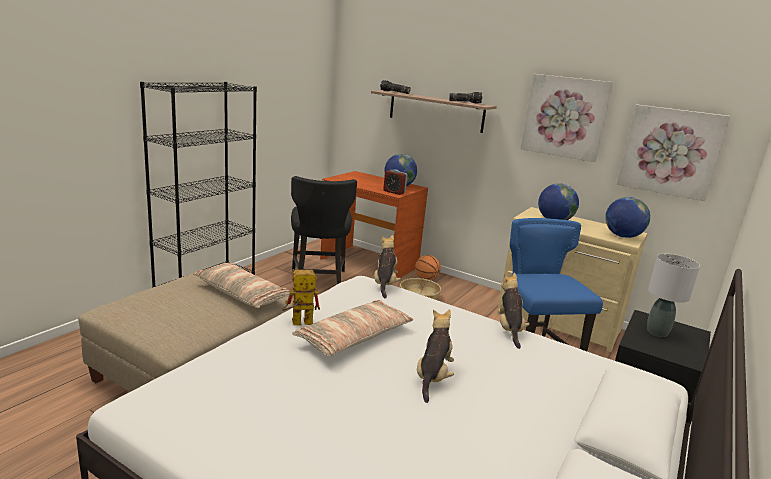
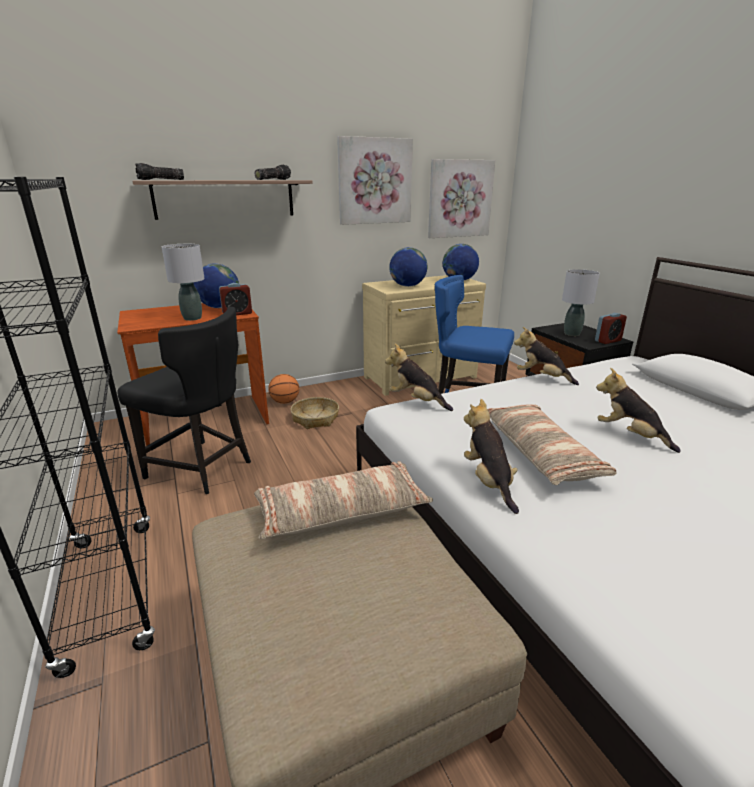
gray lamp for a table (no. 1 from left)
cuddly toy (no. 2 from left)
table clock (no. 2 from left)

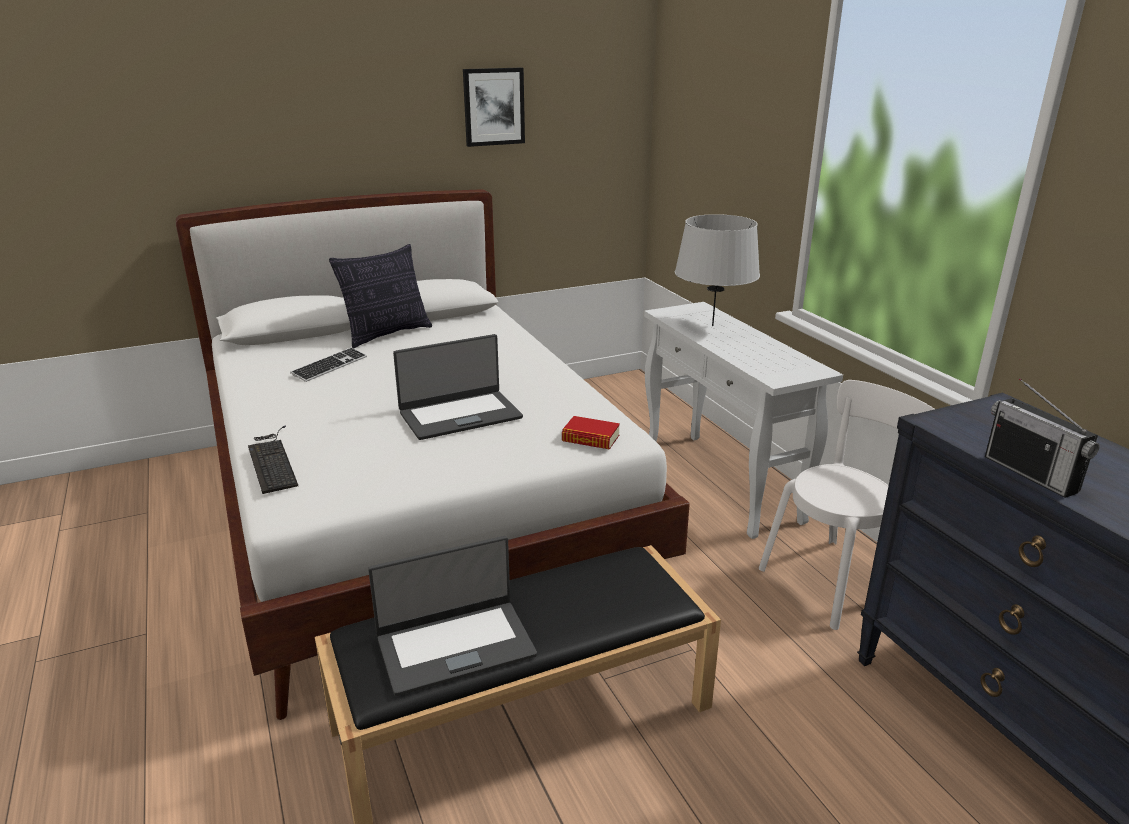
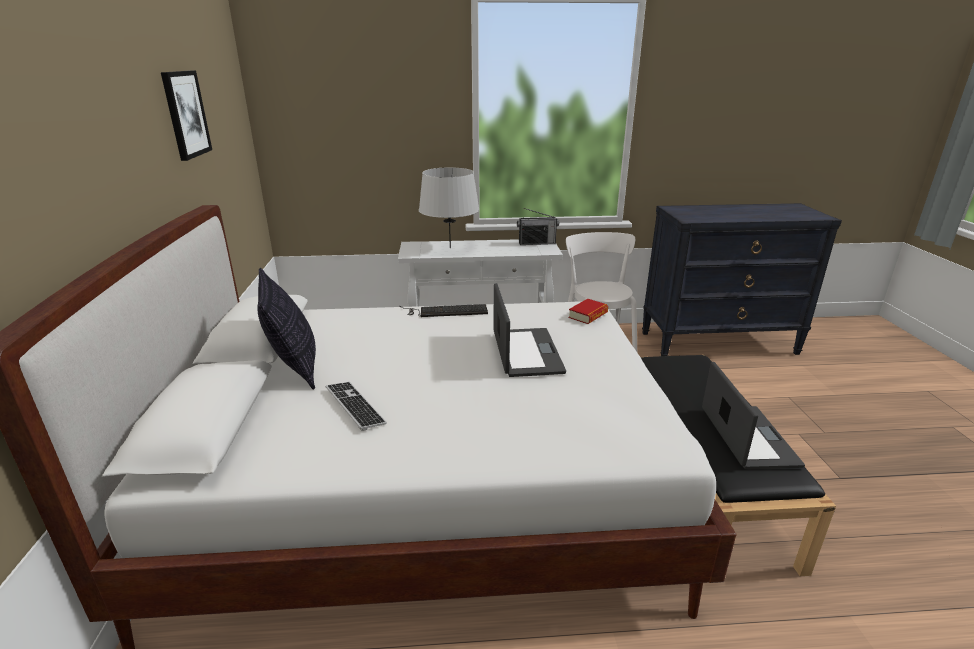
PC keyboard (no. 2 from left)
radio

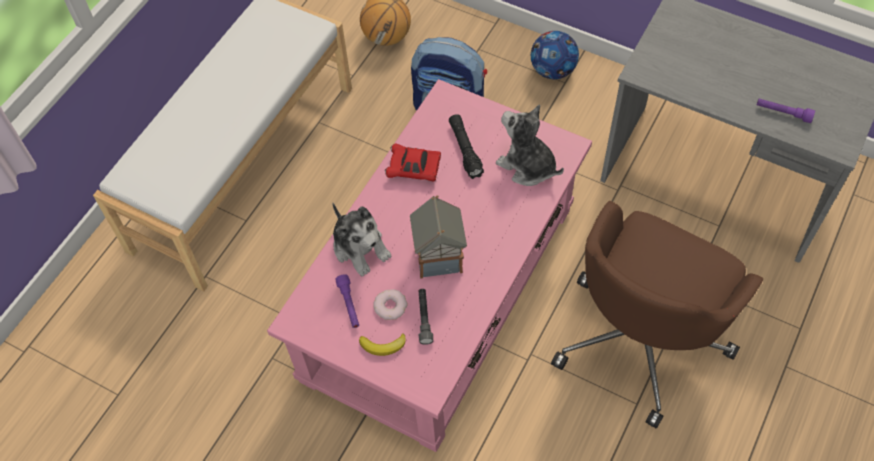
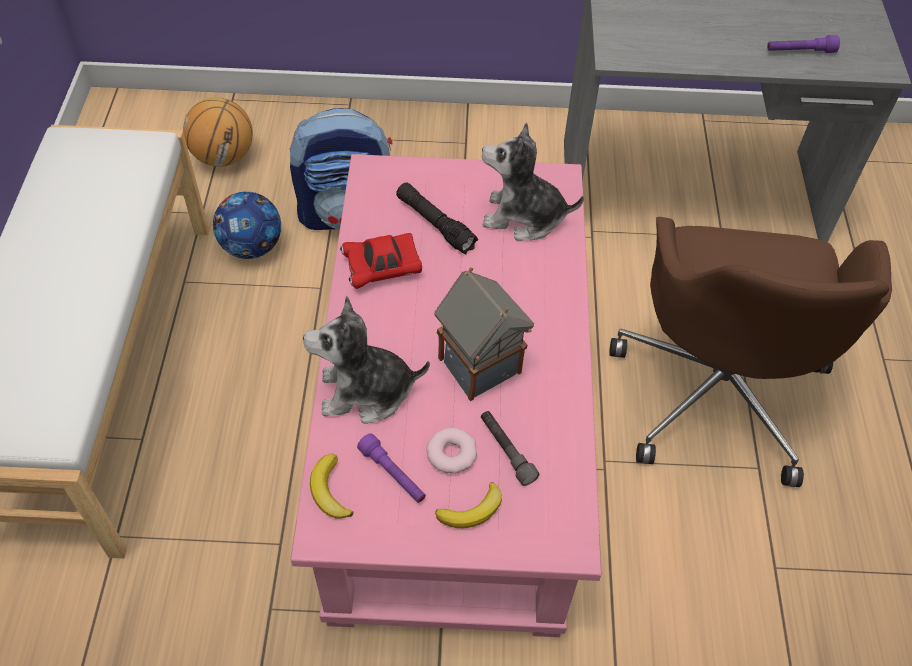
football ball
cuddly toy (no. 1 from left)
banana (no. 1 from left)

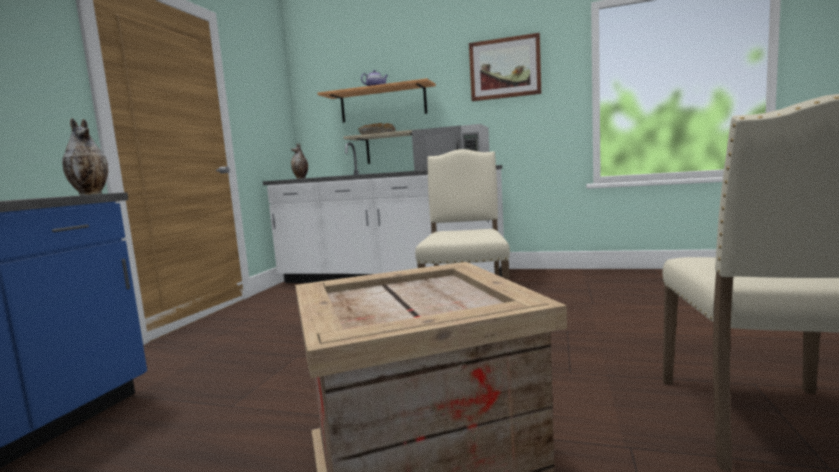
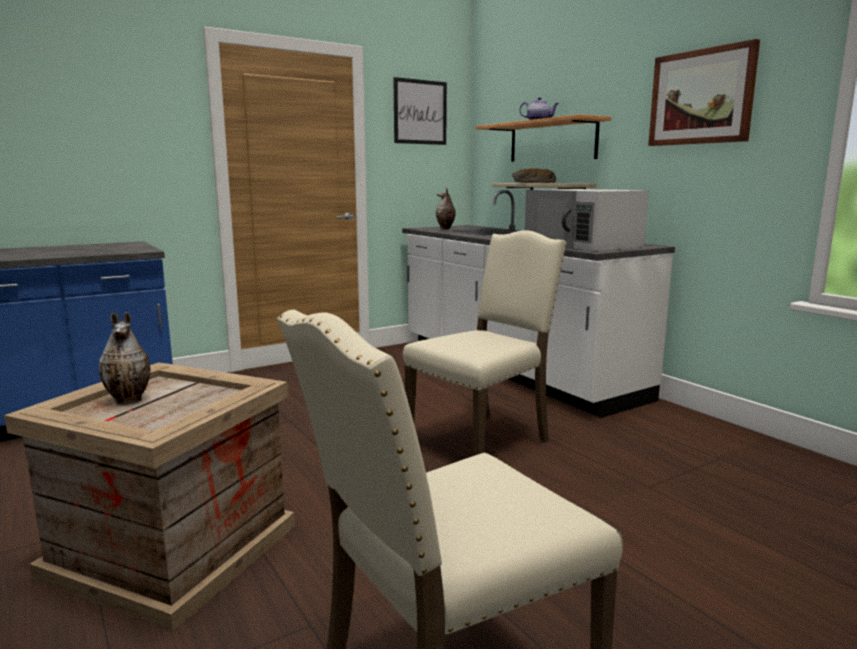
decorative vase (no. 1 from left)
wall art (no. 1 from left)

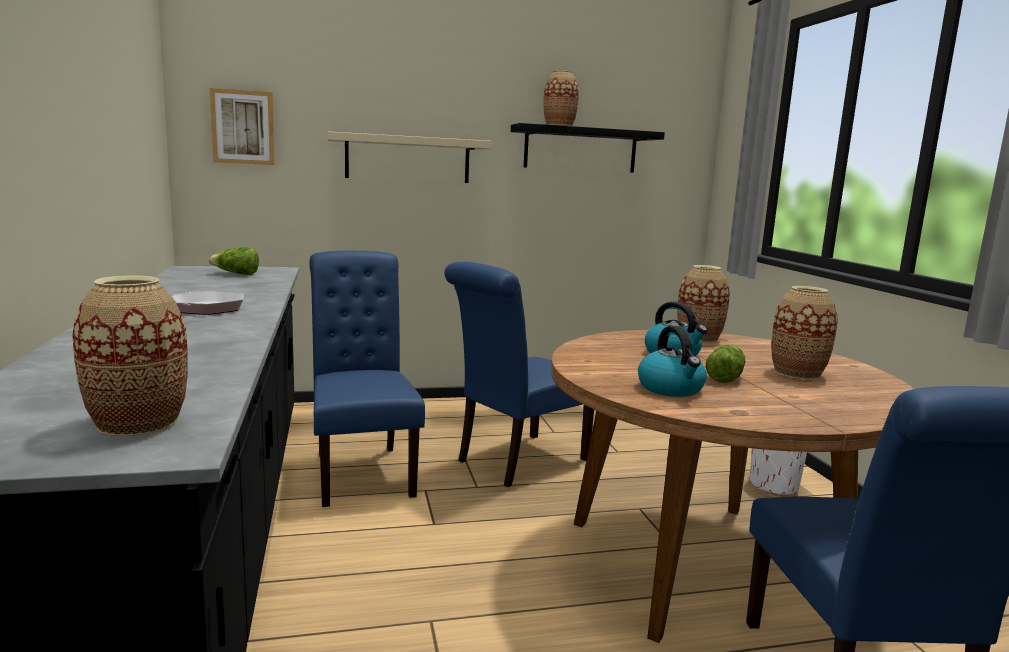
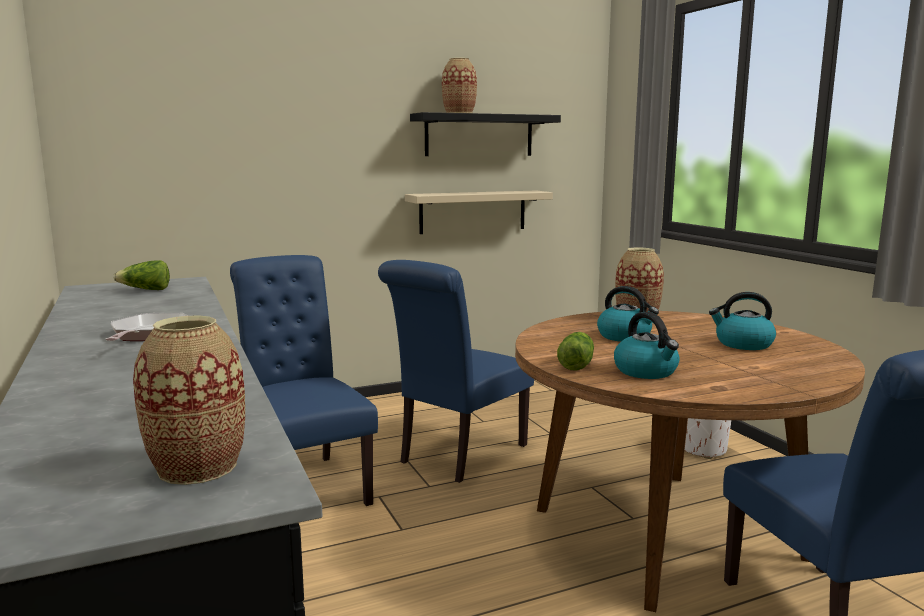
beige-coloured shelf
lettuce (no. 2 from left)
kettle (no. 3 from left)
wall art

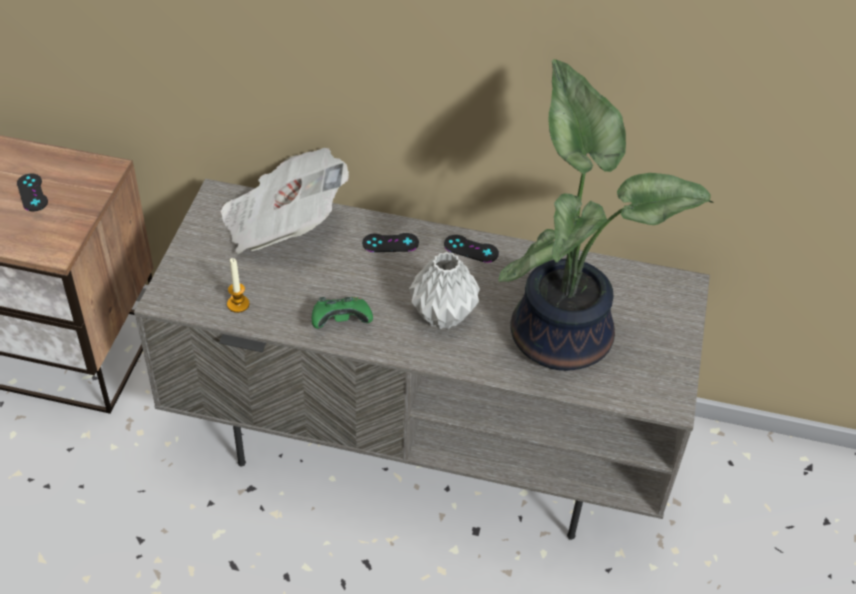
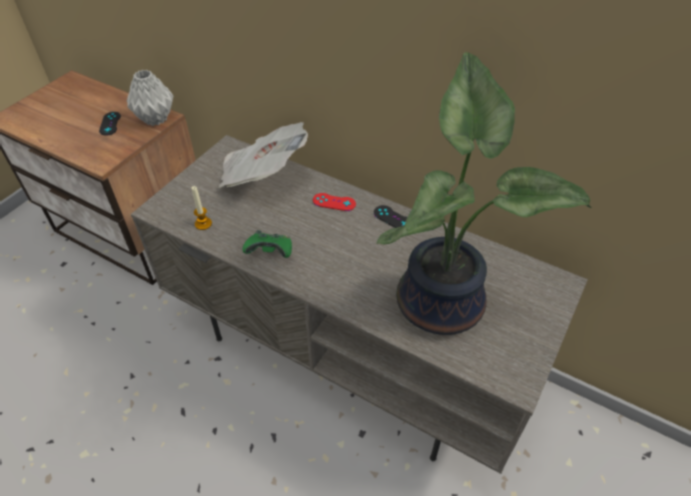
gray decorative vase
reddish game controller

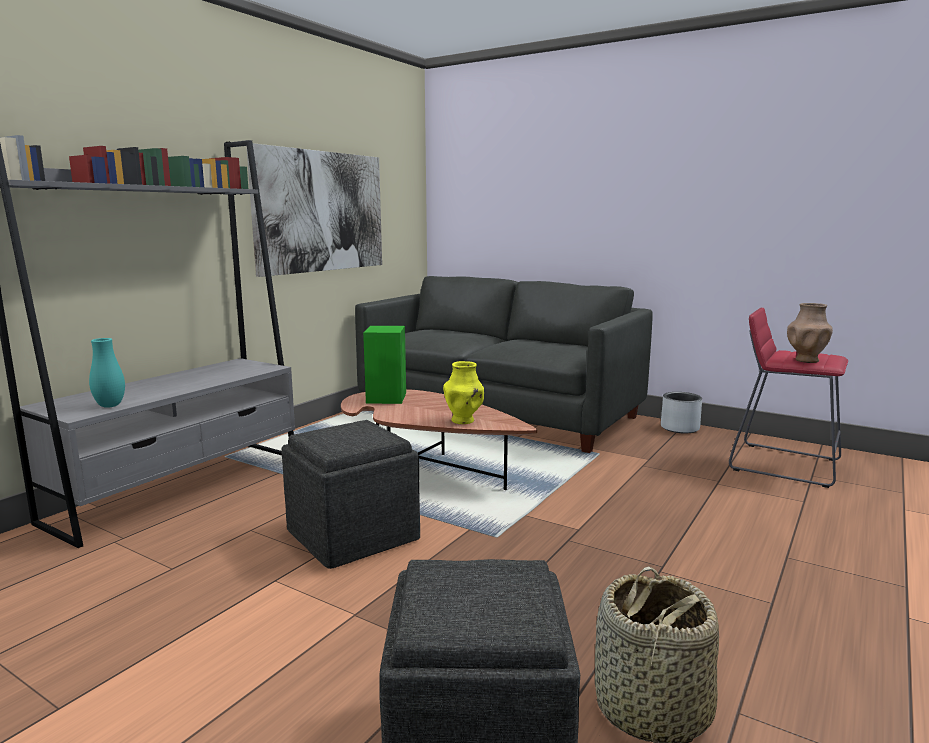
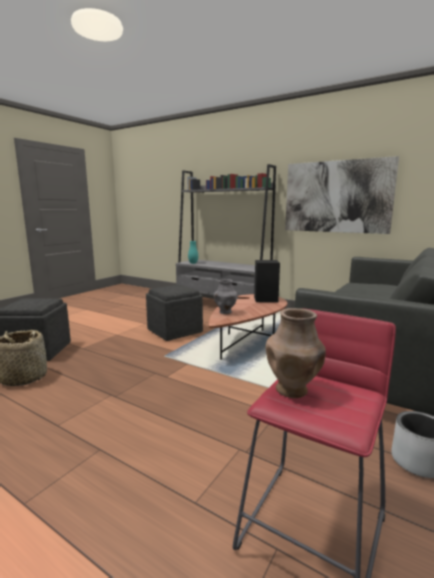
gray decorative vase
black-coloured loudspeaker

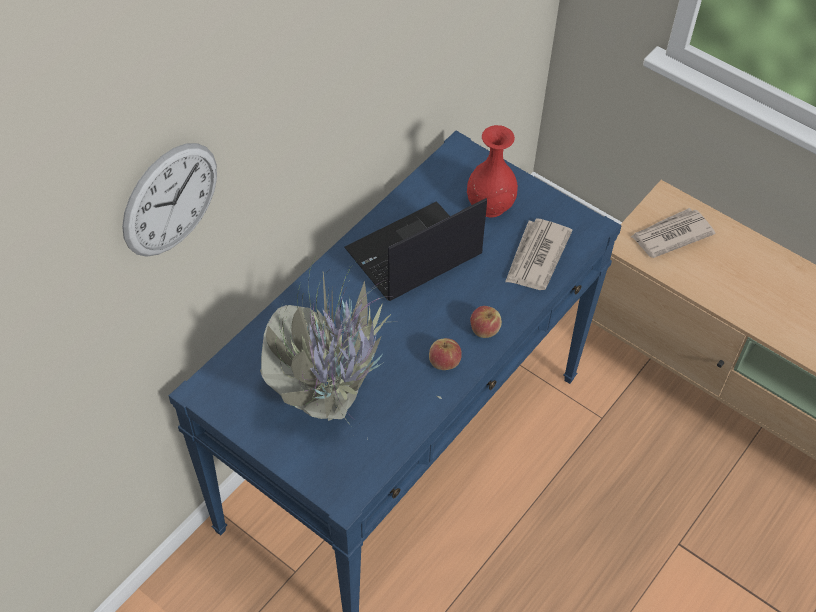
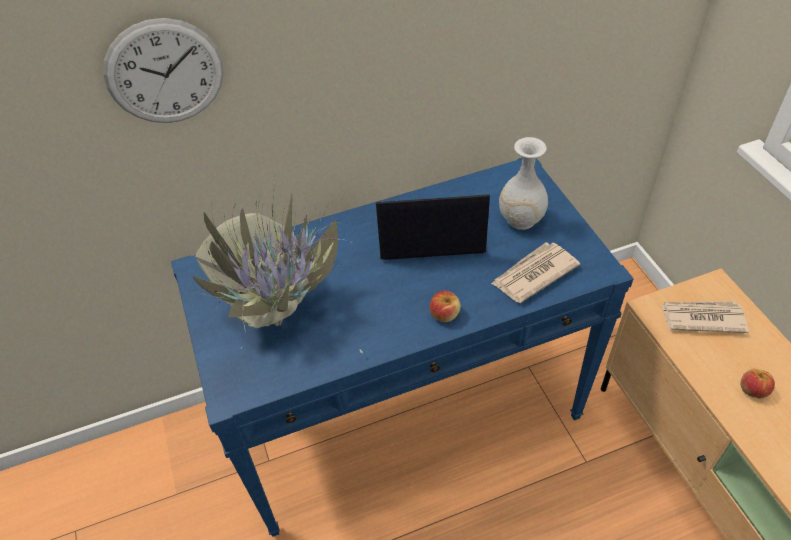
white-coloured decorative vase
whole apple (no. 2 from left)

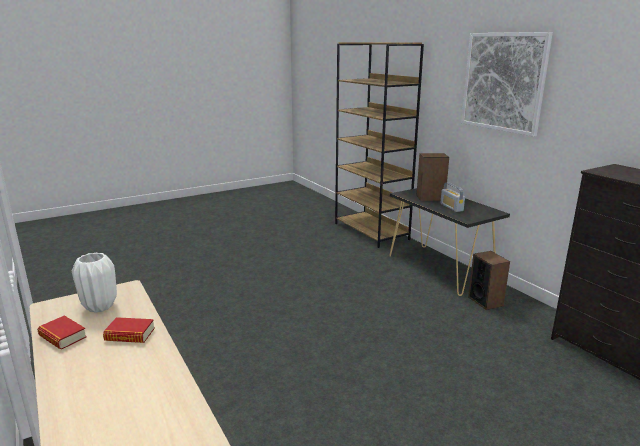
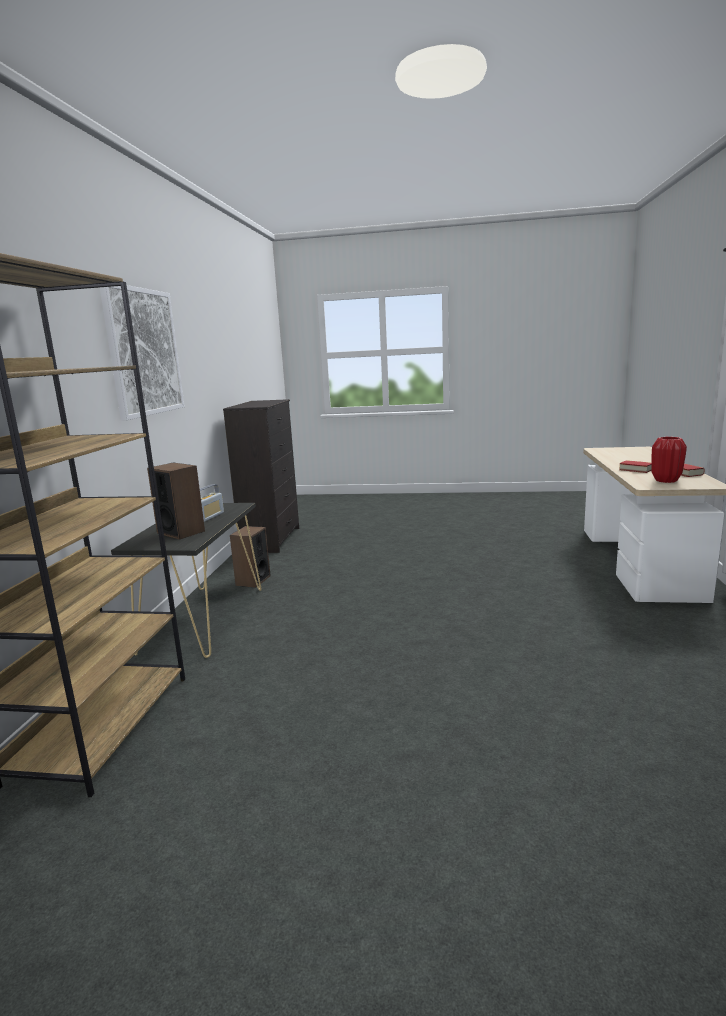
reddish decorative vase

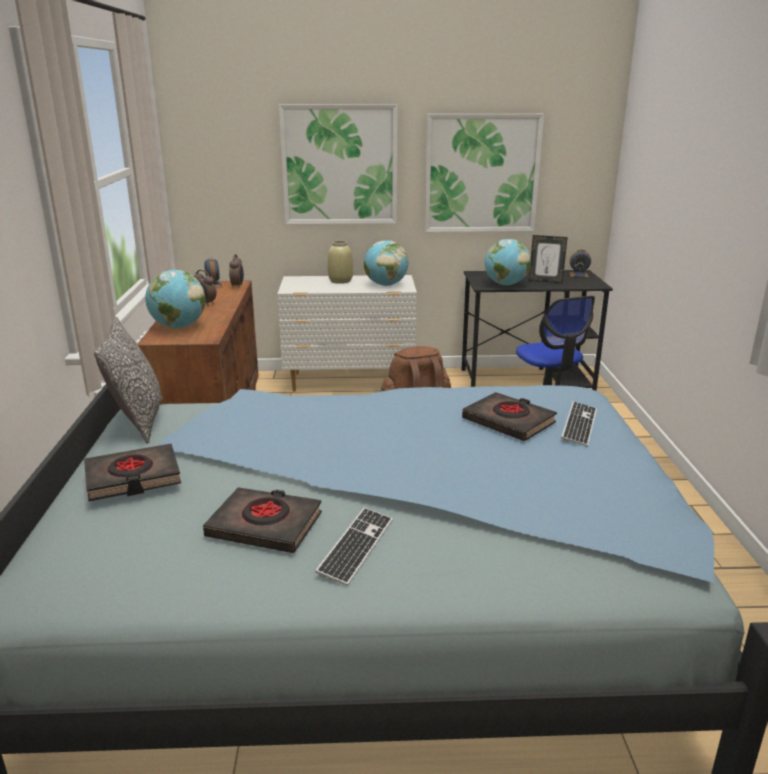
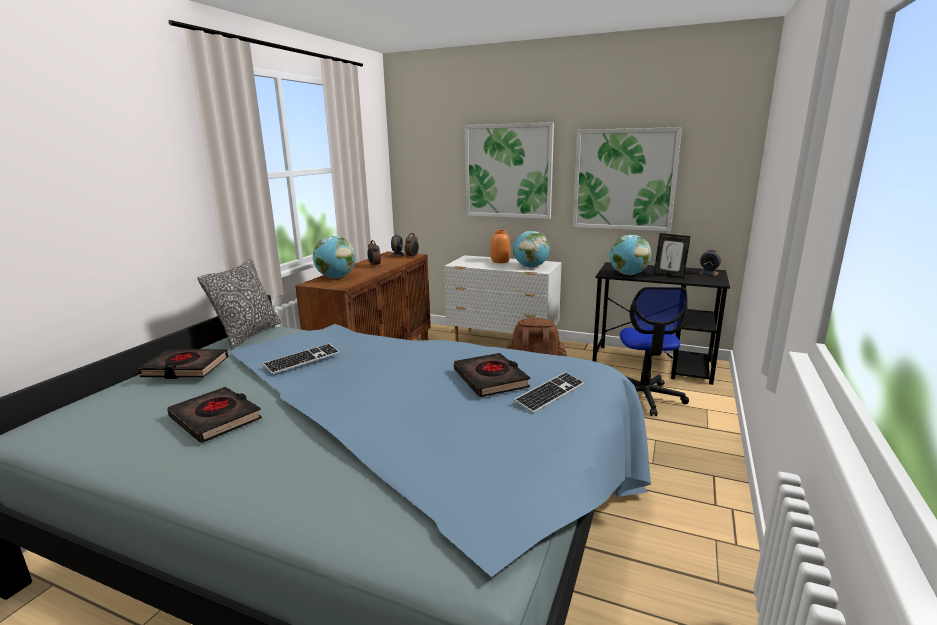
PC keyboard (no. 1 from left)
orange decorative vase

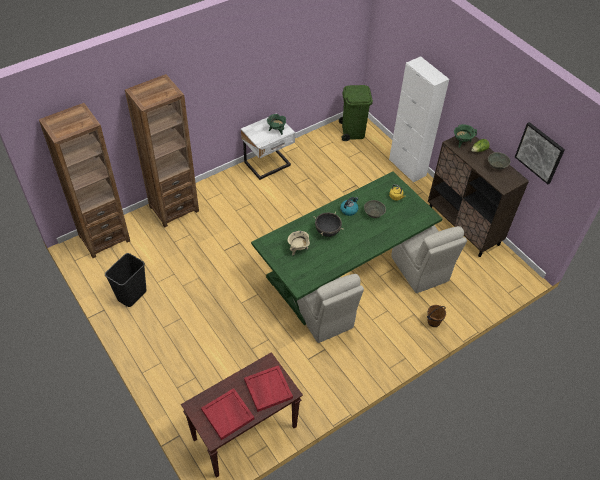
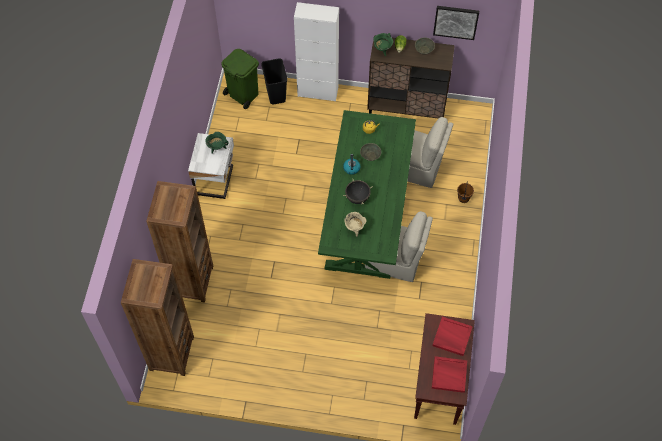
black-coloured rubbish bin

